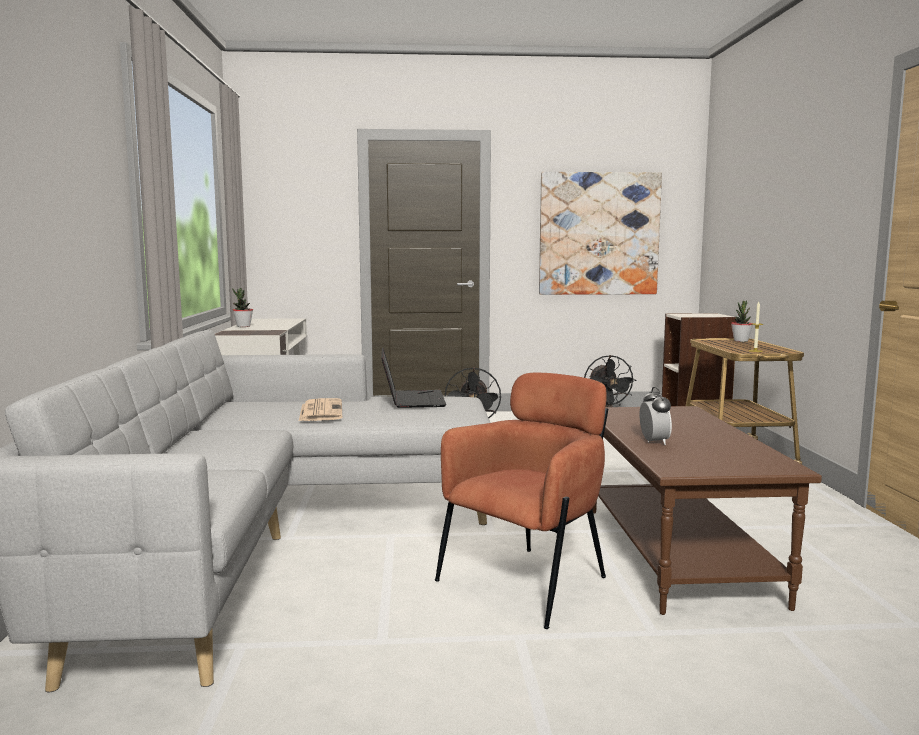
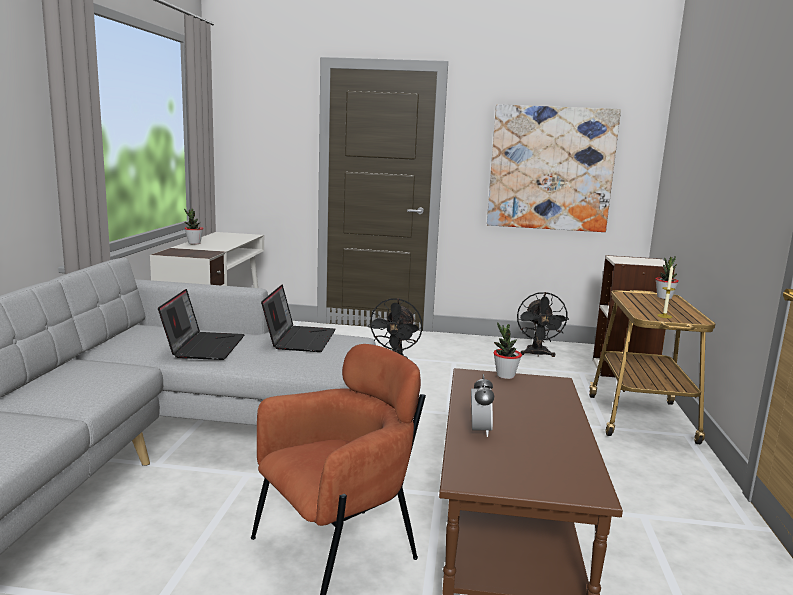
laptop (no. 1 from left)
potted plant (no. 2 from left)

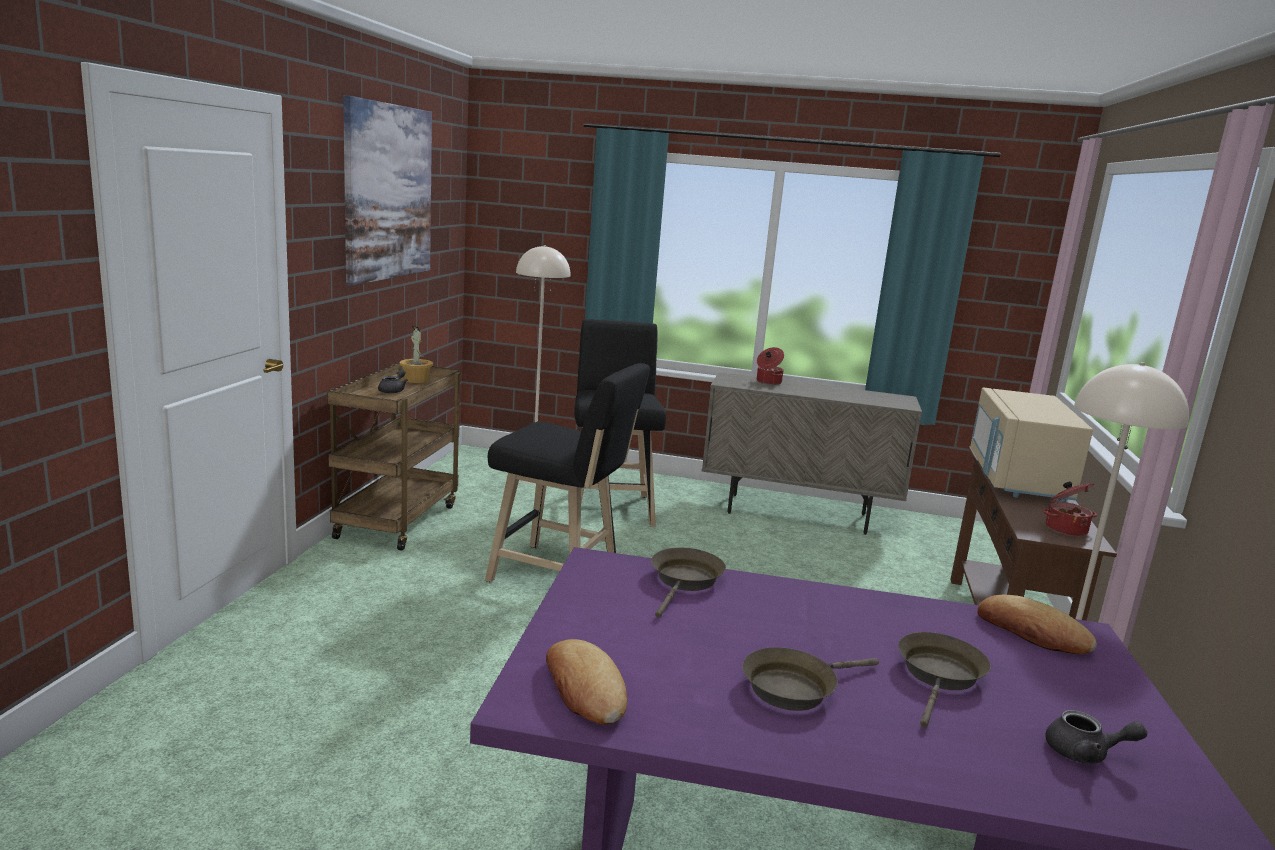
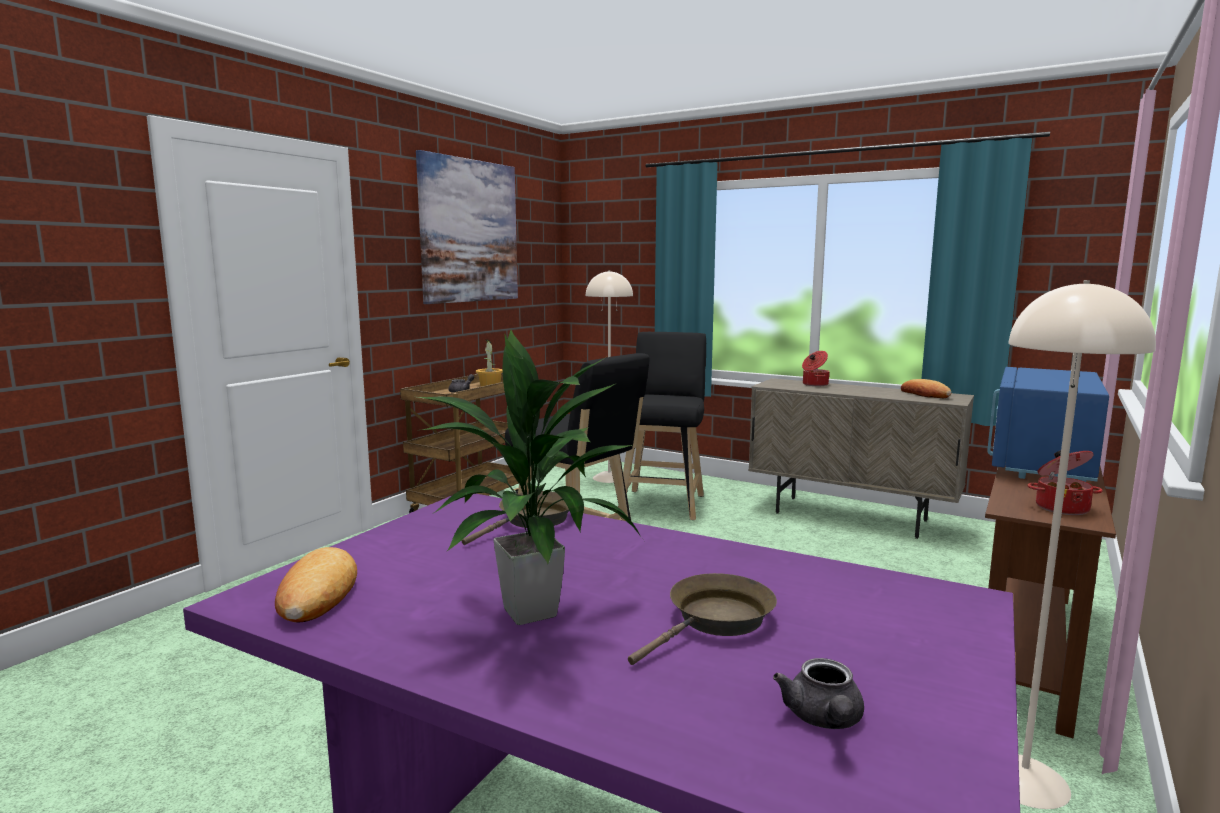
potted plant (no. 2 from left)
gray tea pot (no. 2 from left)
bakery bread (no. 2 from left)
bluish microwave

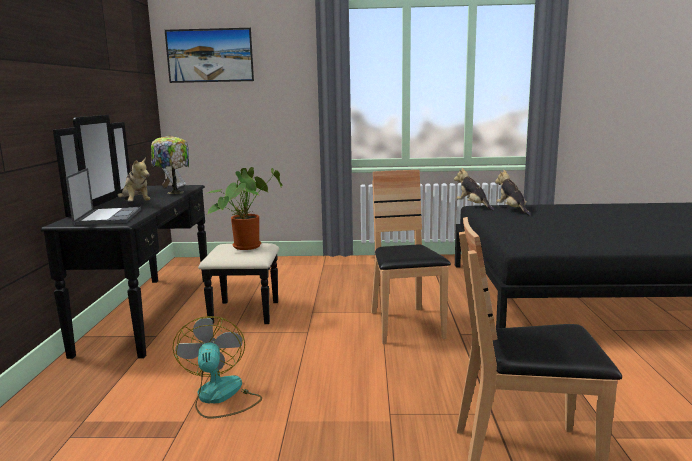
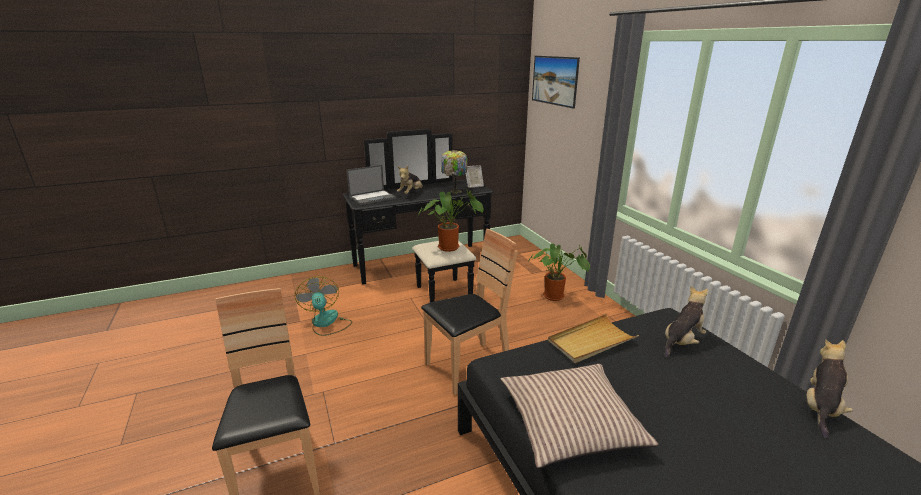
cooling fan
throw pillow
potted plant (no. 2 from left)
beige-coloured tray
cuddly toy (no. 3 from left)

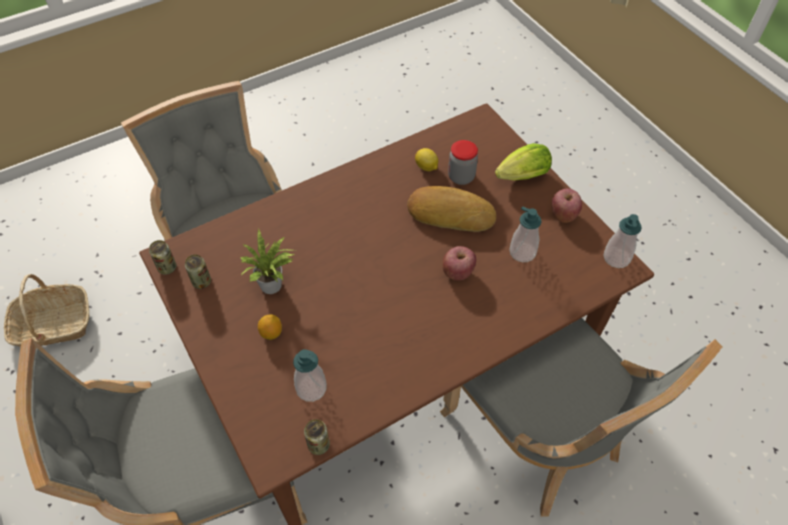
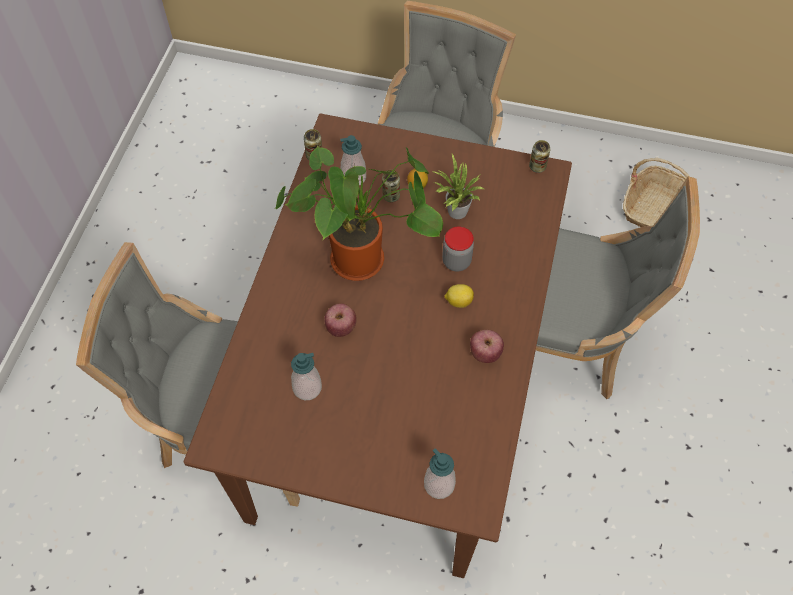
potted plant (no. 1 from left)
sealed can (no. 2 from left)
liquid soap bottle (no. 3 from left)
storage jar
whole lemon (no. 2 from left)
whole apple (no. 2 from left)
bakery bread
lettuce

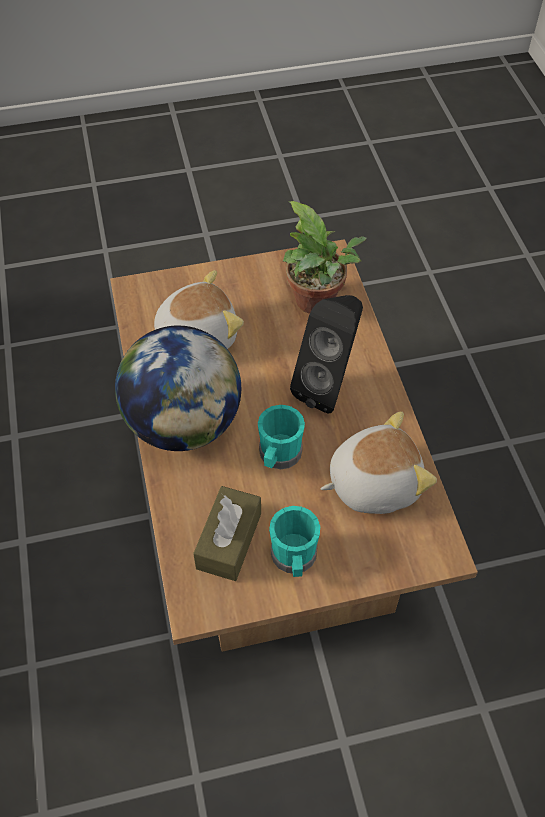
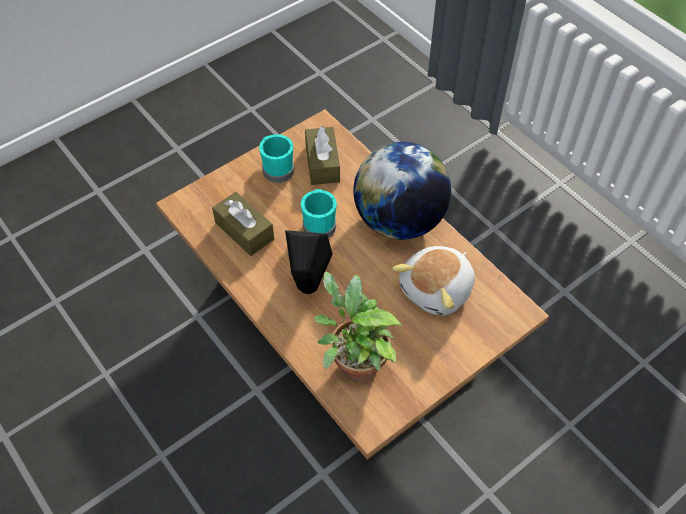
brownish tissue box (no. 1 from left)

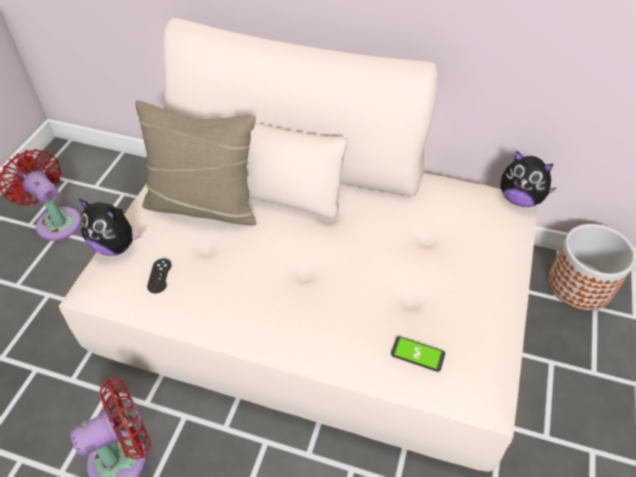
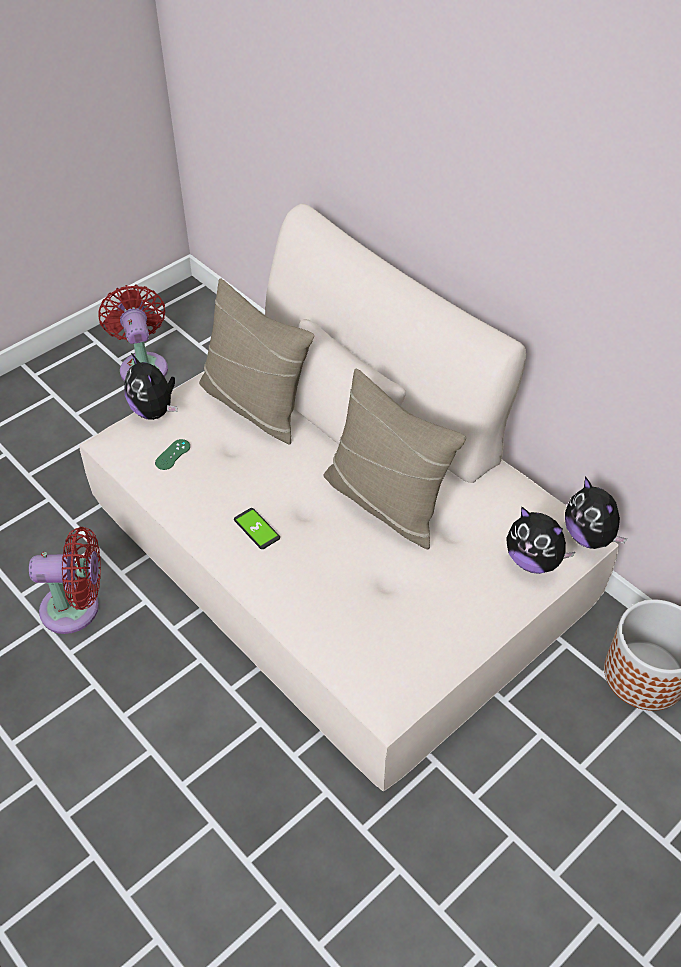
green game controller
handset
beige-coloured throw pillow (no. 2 from left)
cuddly toy (no. 2 from left)

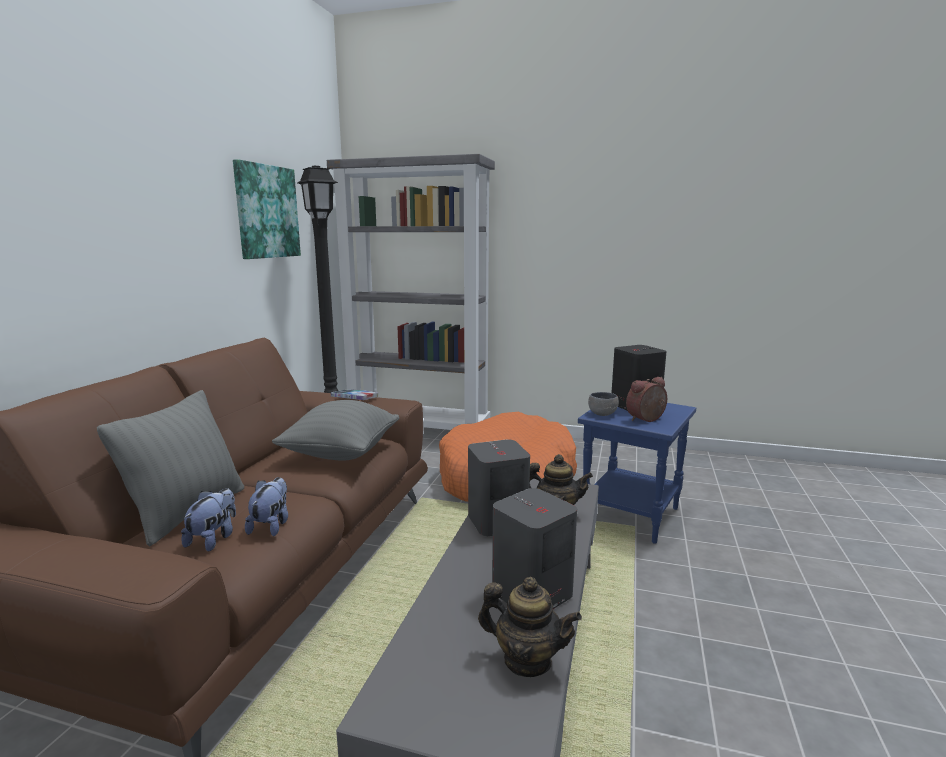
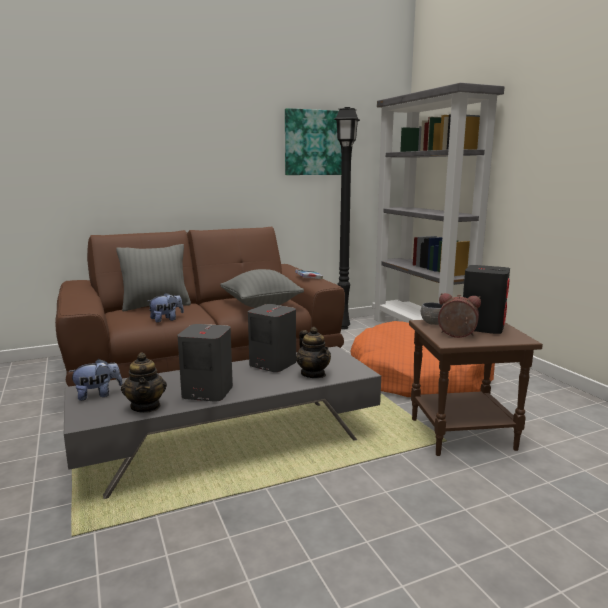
cuddly toy (no. 1 from left)
brownish side table

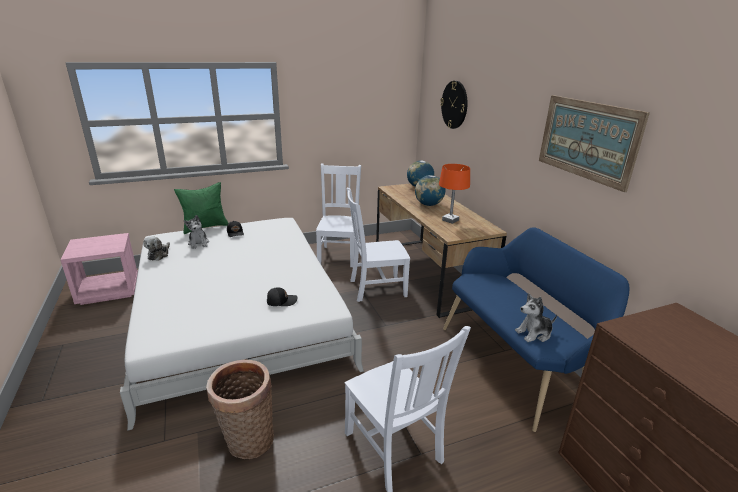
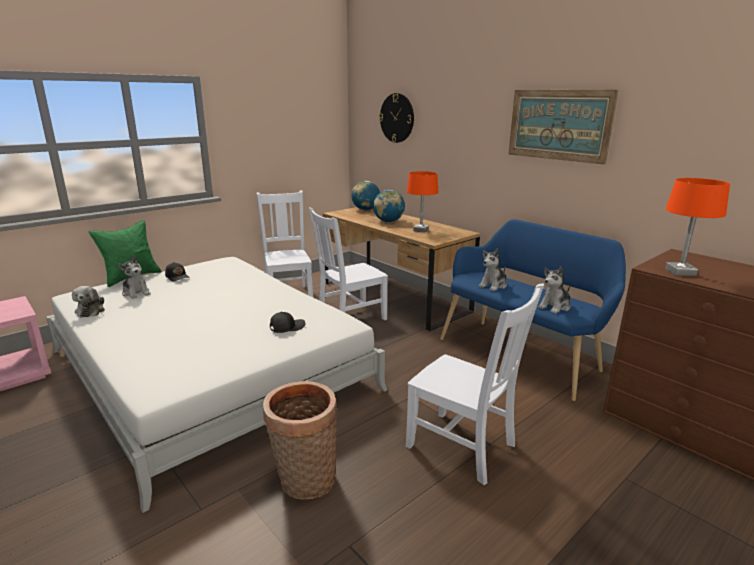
cuddly toy (no. 3 from left)
orange lamp for a table (no. 2 from left)

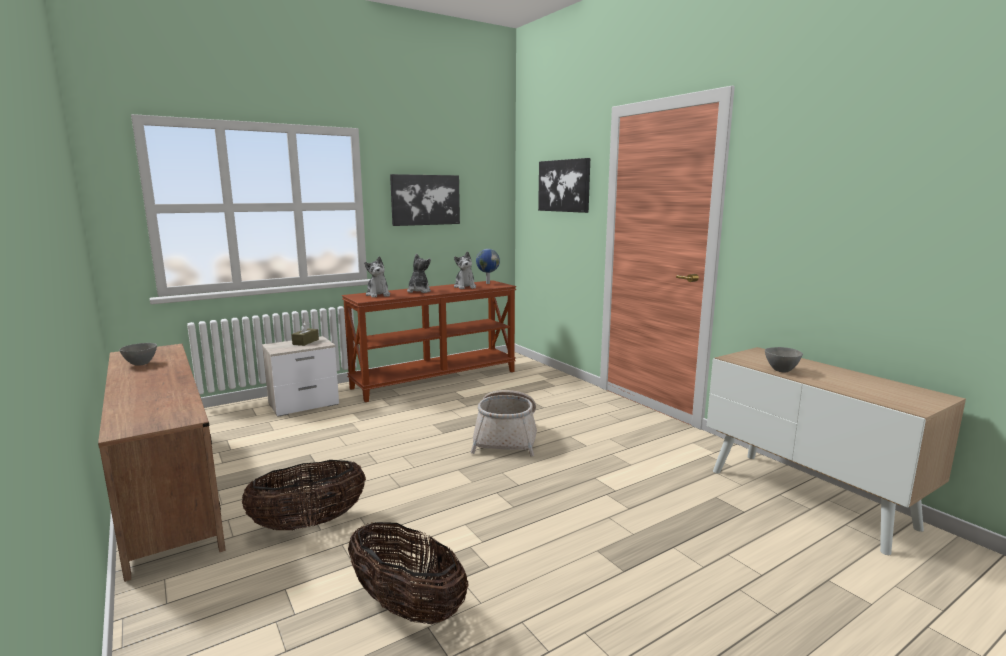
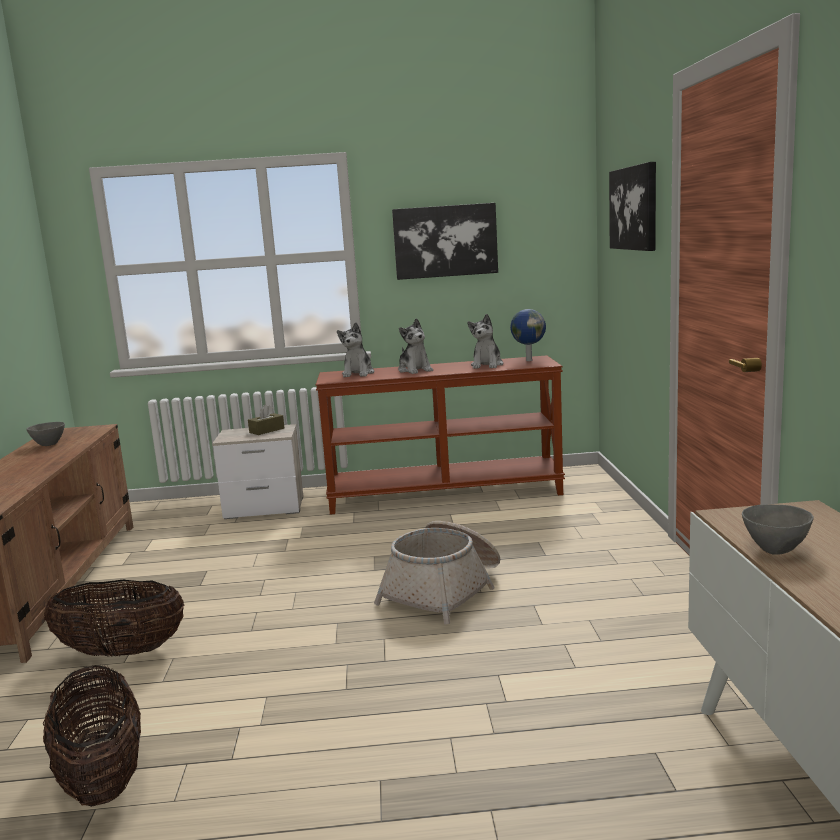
cuddly toy (no. 2 from left)

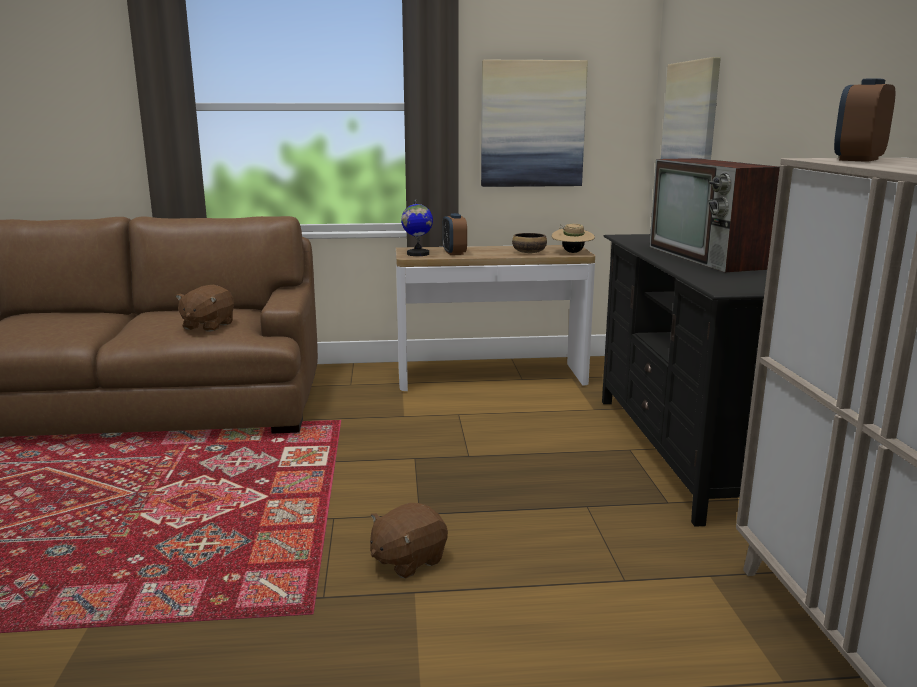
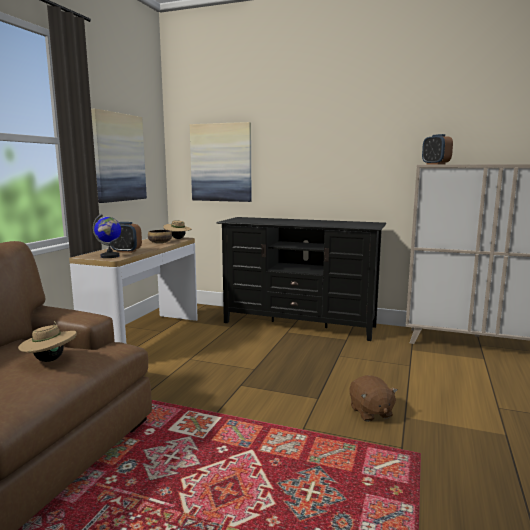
beige-coloured hat (no. 1 from left)
television

